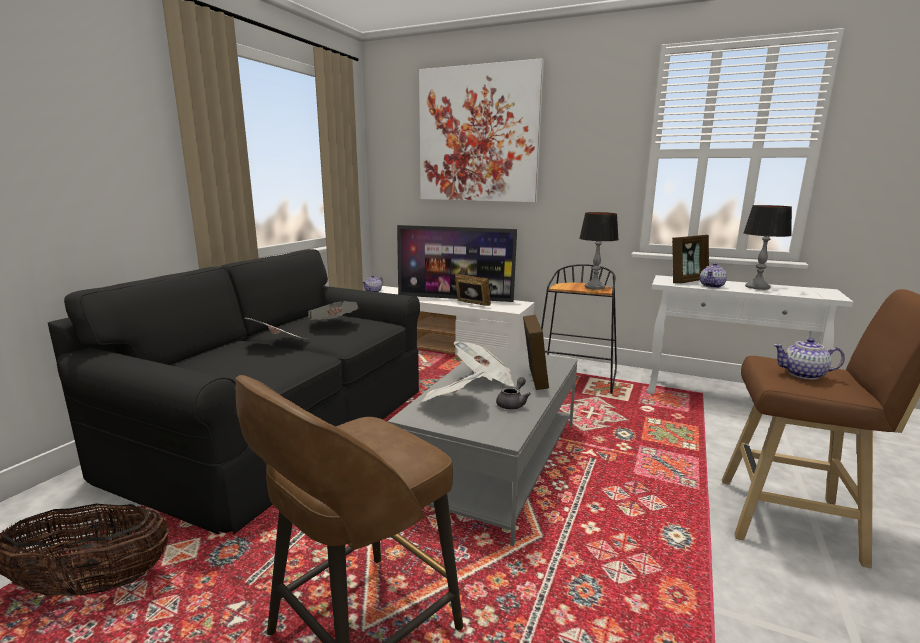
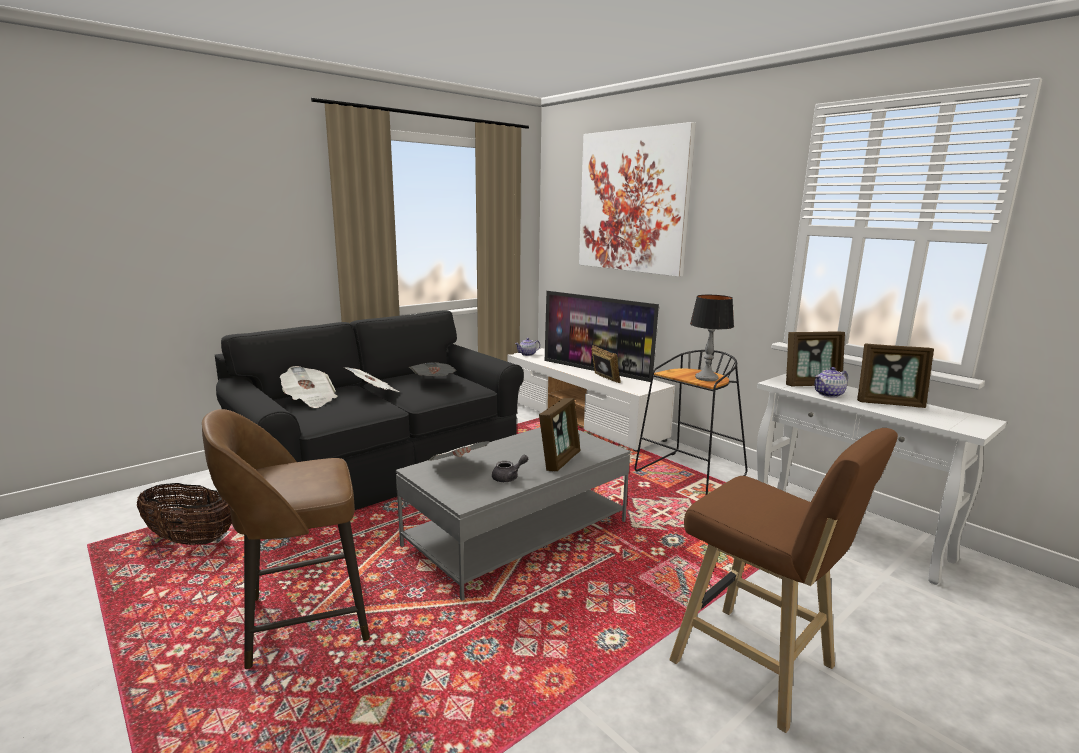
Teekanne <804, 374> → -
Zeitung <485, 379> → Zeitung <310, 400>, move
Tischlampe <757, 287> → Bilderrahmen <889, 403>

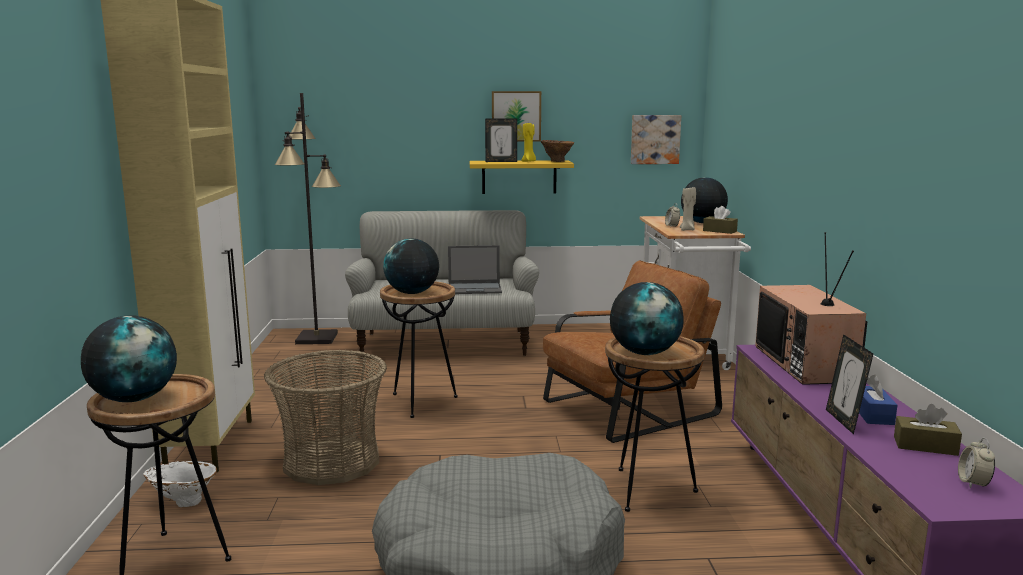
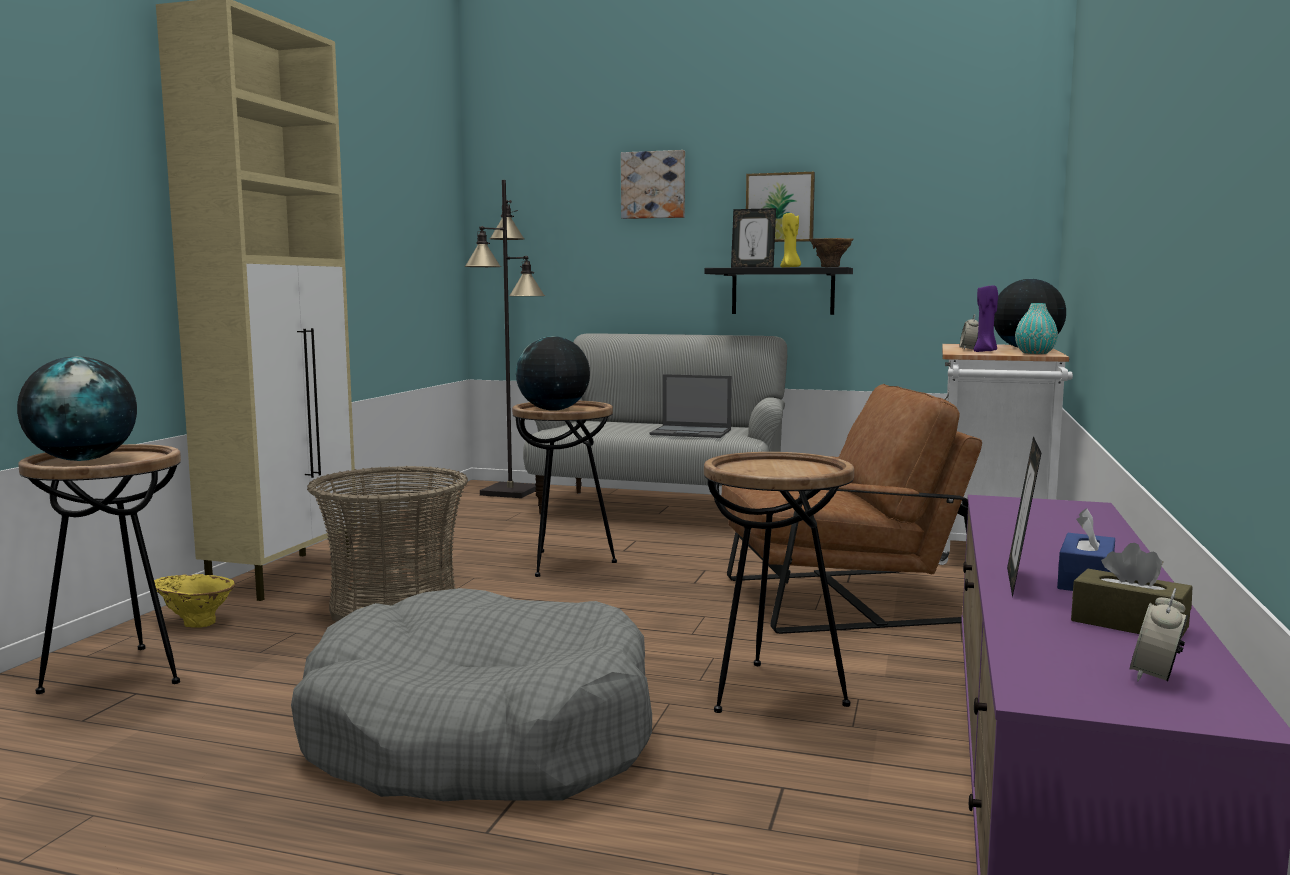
Globus <645, 353> → -
Fernseher <806, 364> → -
Bild <655, 139> → Bild <653, 185>, move
Taschentuchbox (braun) <719, 231> → Vase (türkis) <1035, 353>
Vase (weiß) <183, 501> → Vase (gelb) <196, 622>
Wandregal (gelb) <519, 177> → Wandregal (schwarz) <782, 291>
Kerze (beige) <687, 230> → Kerze (lila) <985, 351>

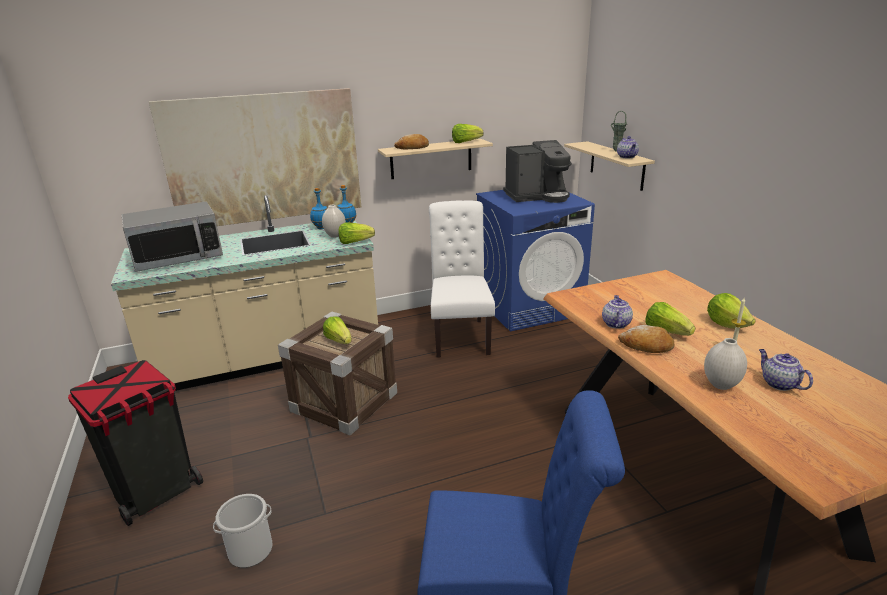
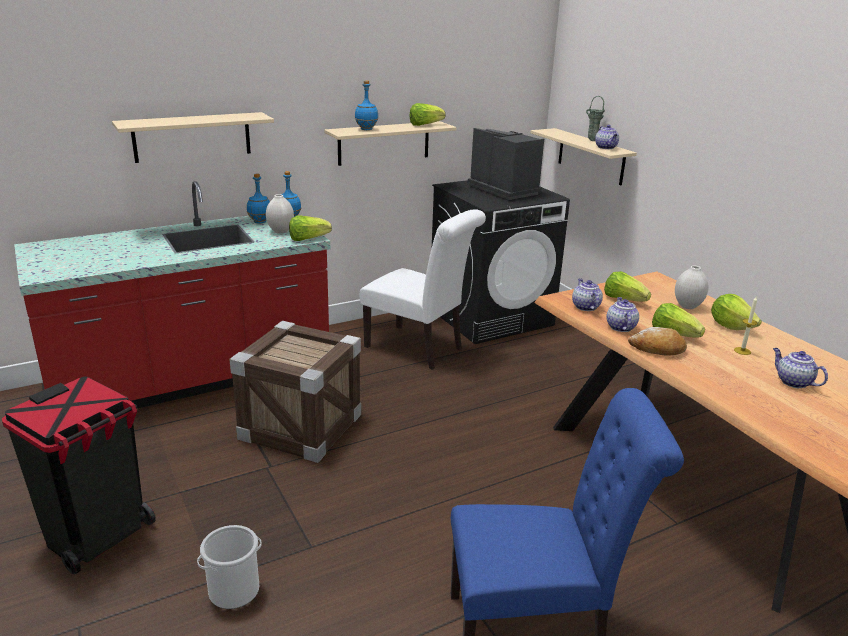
Mikrowelle <178, 257> → -
- → Teekanne <585, 307>
Salatkopf <339, 340> → Salatkopf <623, 299>, move
Vase (weiß) <721, 385> → Vase (weiß) <688, 306>, move
Bild <264, 158> → Wandregal (beige) <192, 137>
Brot <412, 148> → Flasche (blau) <366, 129>
Küchenzeile (beige) <269, 357> → Küchenzeile (rot) <193, 379>
Waschmaschine (blau) <529, 306> → Waschmaschine (schwarz) <491, 316>
Stuhl (weiß) <460, 335> → Stuhl (weiß) <419, 349>, 135 degrees clockwise
Kaffeemaschine <537, 196> → Kaffeemaschine <504, 189>, 105 degrees counterclockwise

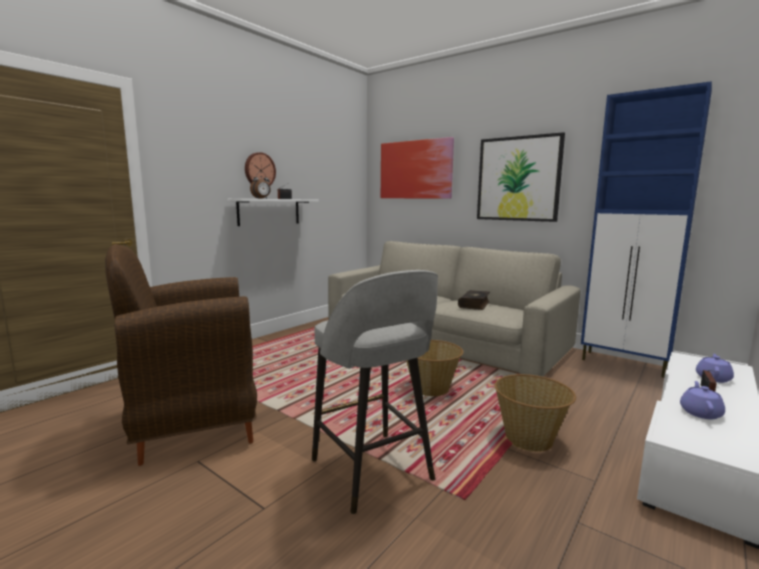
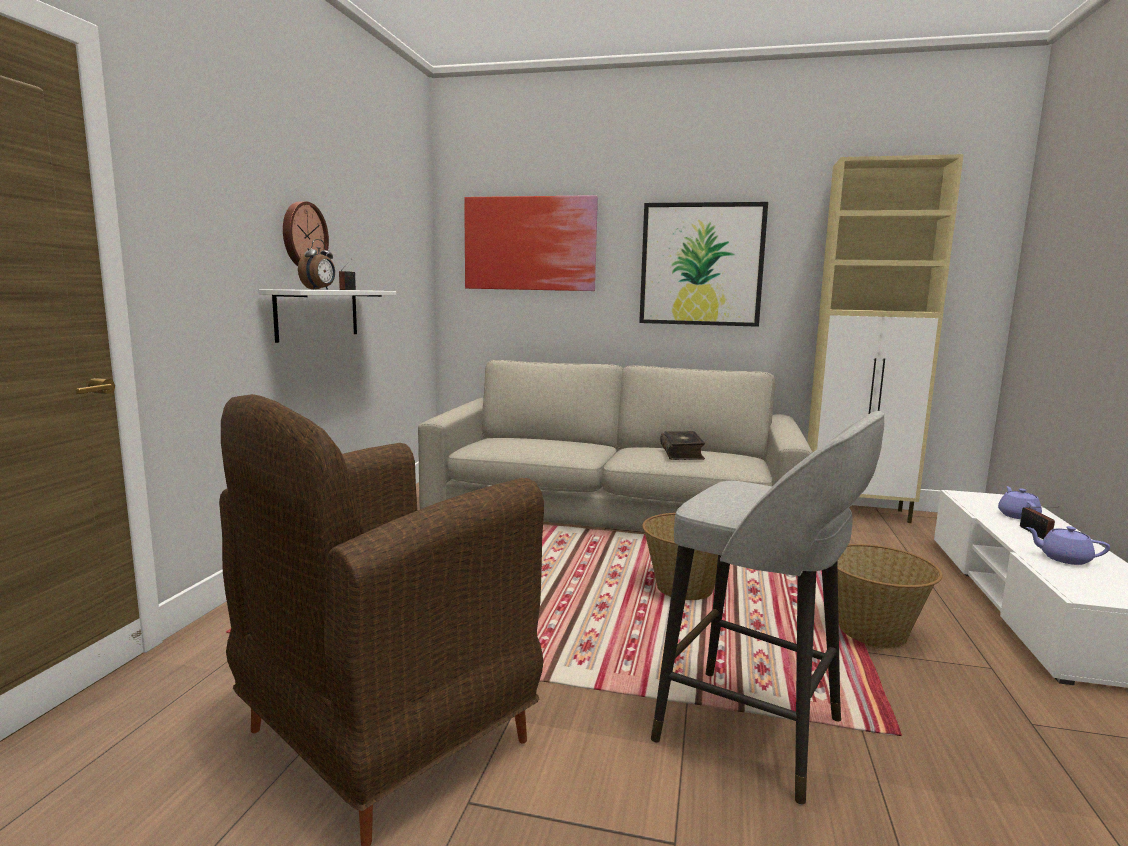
Schrank (blau) <624, 364> → Schrank (beige) <857, 512>
Teekanne (lila) <700, 412> → Teekanne (lila) <1063, 559>, 60 degrees counterclockwise

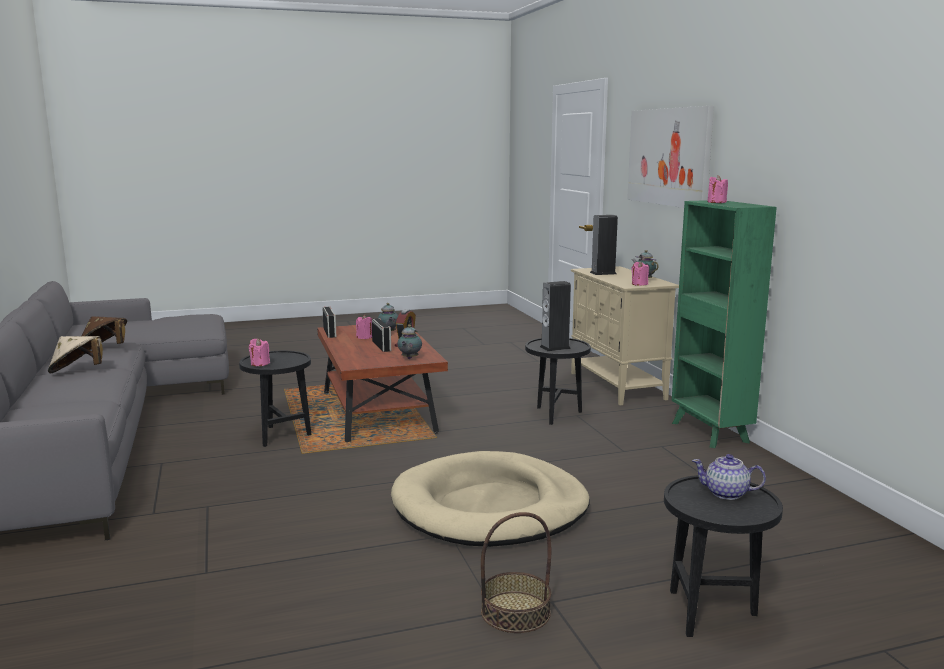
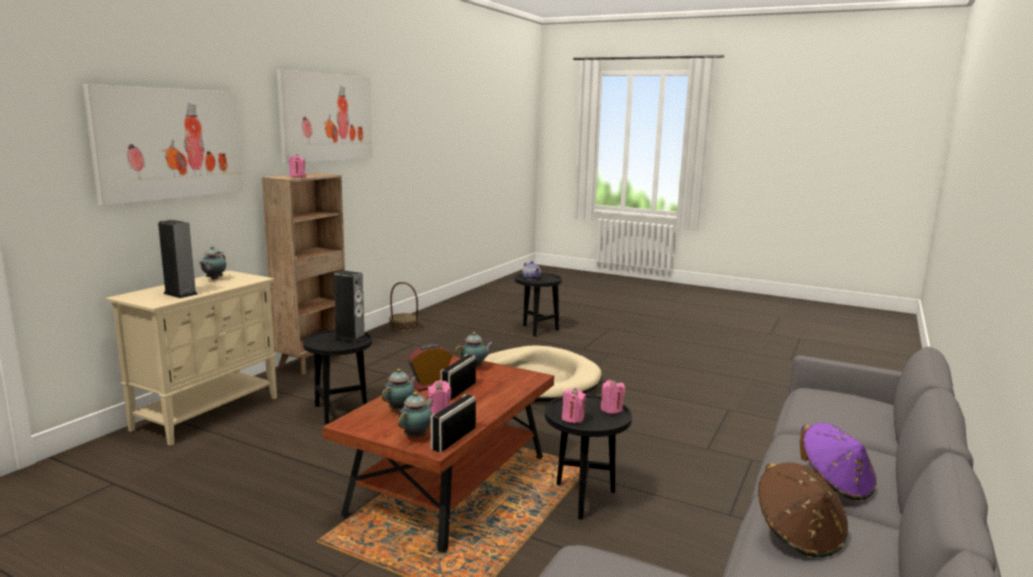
- → Bild <327, 117>
- → Teekanne <417, 436>
Korb <515, 612> → Korb <404, 327>, move
Kerze (rosa) <639, 284> → Kerze (rosa) <572, 418>, move
Hut (beige) <77, 371> → Hut (lila) <835, 484>
Bücherregal (grün) <710, 433> → Bücherregal (braun) <313, 361>

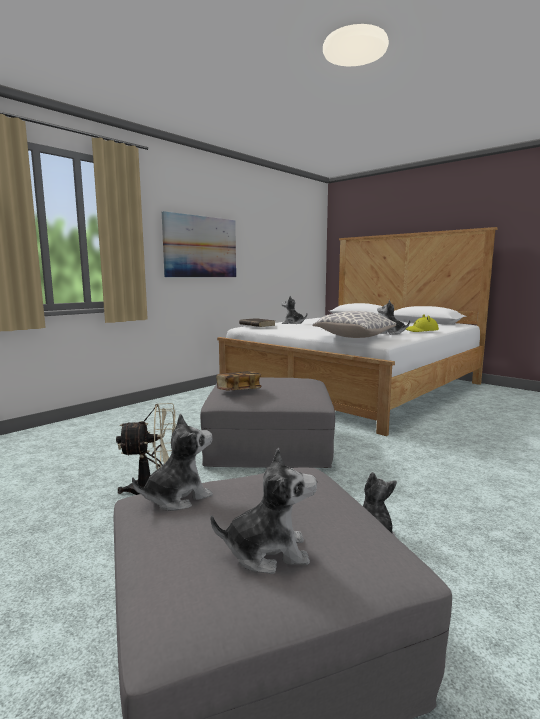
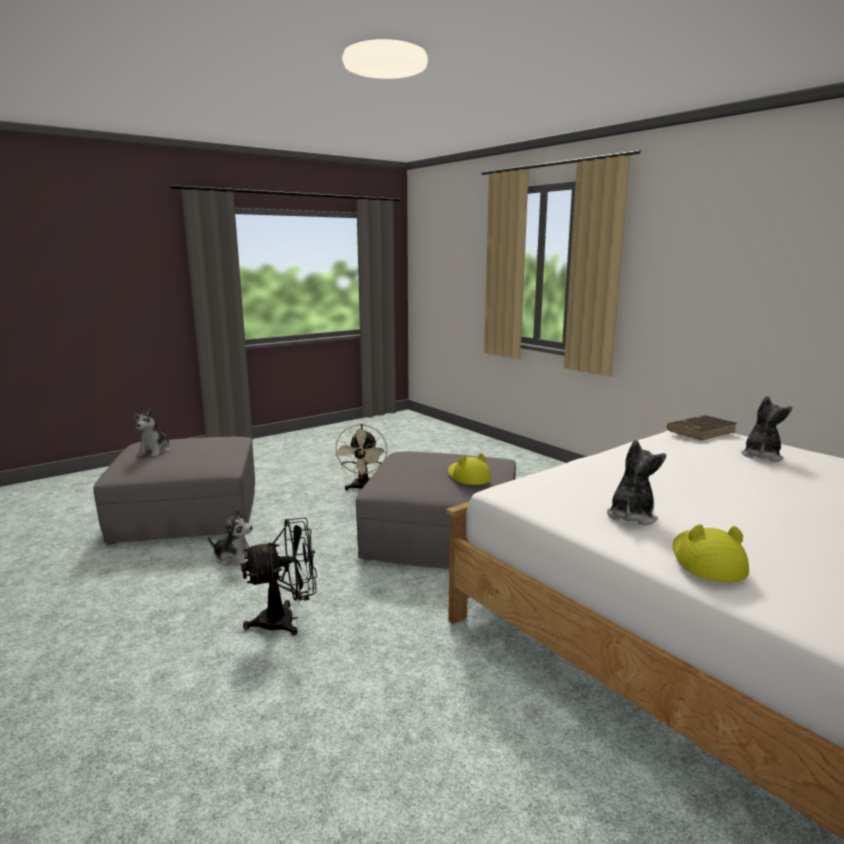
Plüschtier <177, 497> → -
Bild <200, 247> → -
Buch <238, 391> → -
Kissen <354, 337> → -
- → Ventilator (schwarz) <286, 620>
- → Hut (gelb) <468, 477>

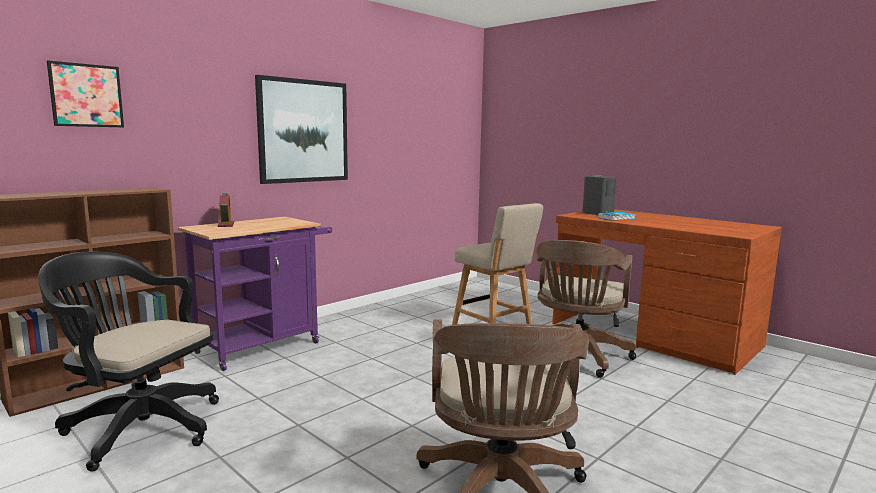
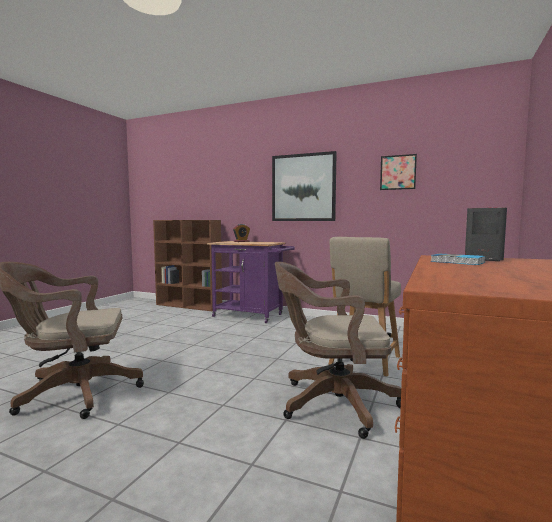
Bürostuhl (schwarz) <138, 427> → -
Bild <86, 95> → Bild <398, 172>, move

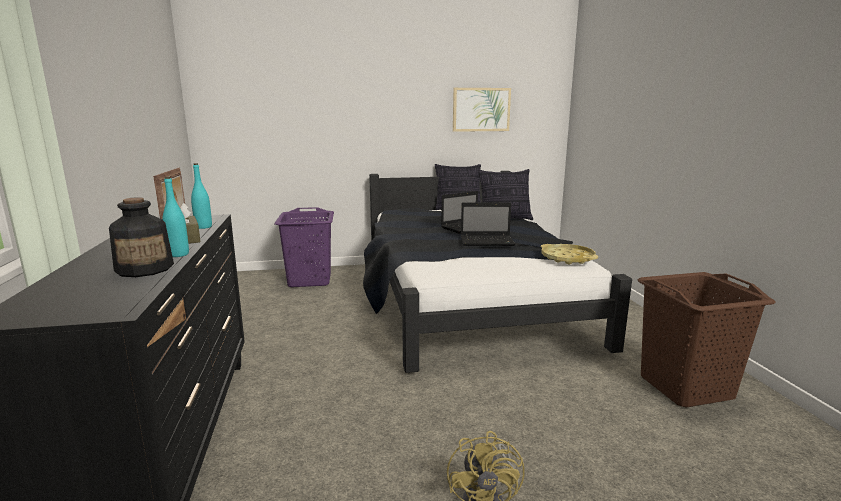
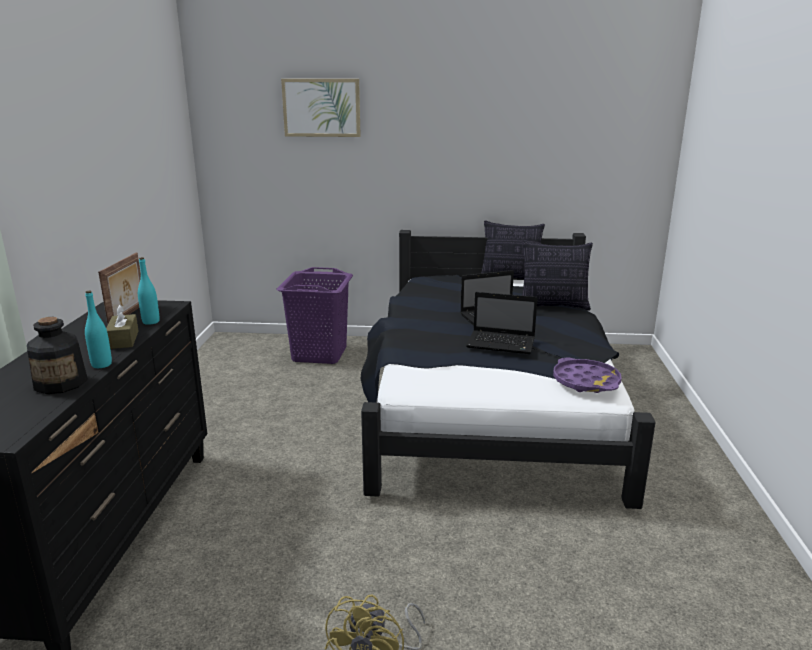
Wäschekorb (braun) <686, 387> → -
Bild <481, 109> → Bild <321, 107>, move
Tablett (gelb) <567, 258> → Tablett (lila) <586, 381>

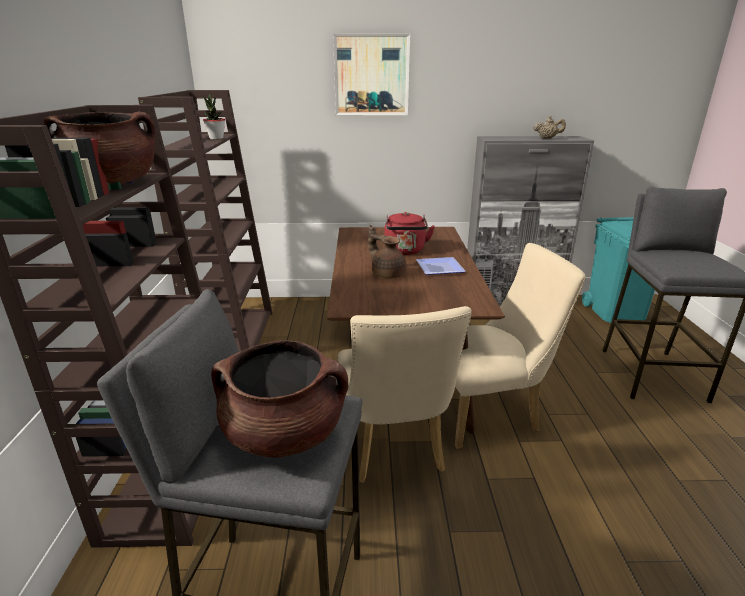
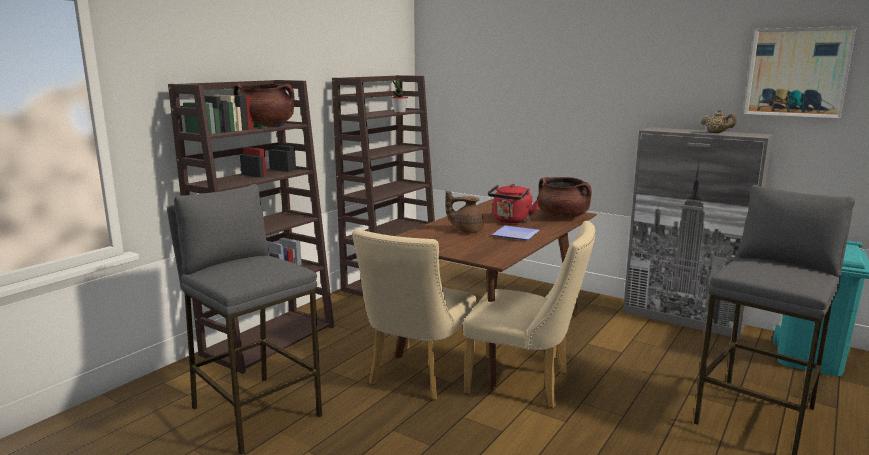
Kochtopf (braun) <285, 434> → Kochtopf (braun) <562, 217>, move
Bild <371, 75> → Bild <797, 72>, move
Teekanne (braun) <387, 274> → Teekanne (braun) <466, 230>, 75 degrees counterclockwise

